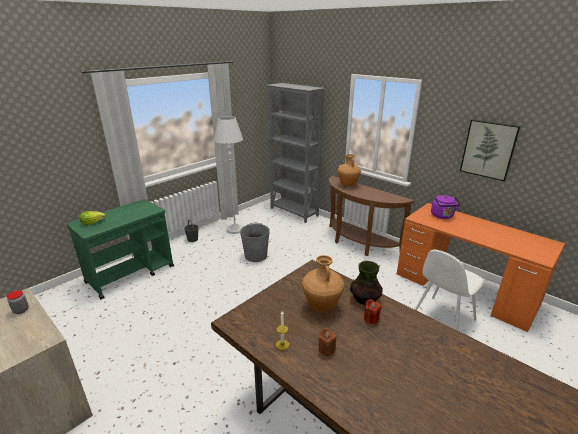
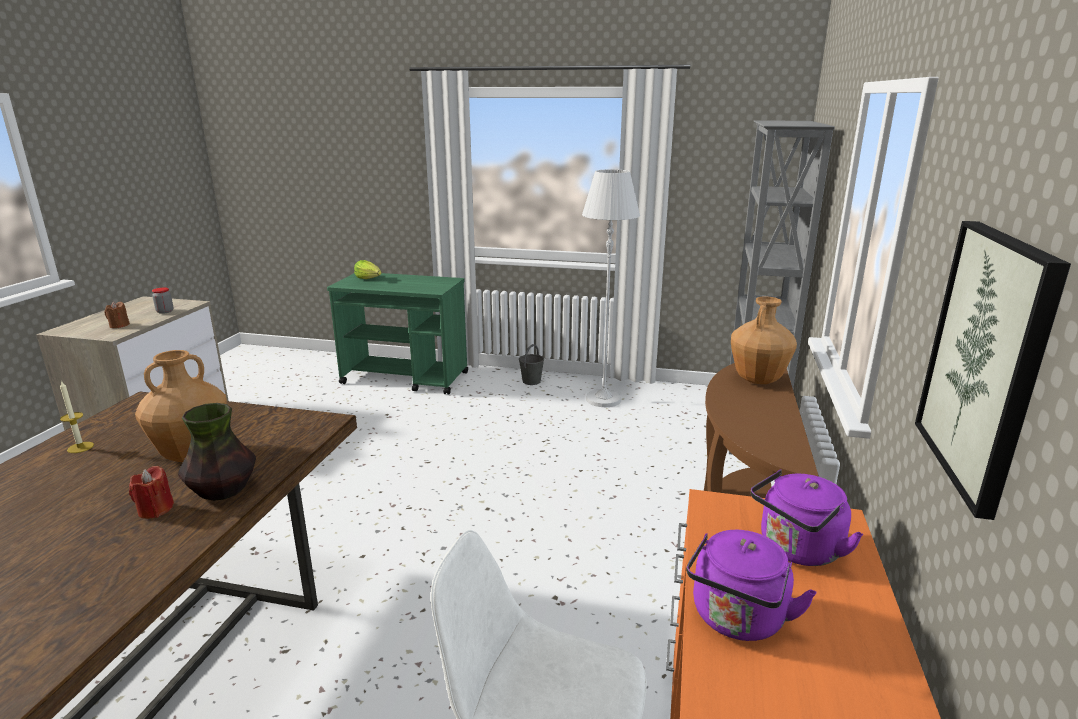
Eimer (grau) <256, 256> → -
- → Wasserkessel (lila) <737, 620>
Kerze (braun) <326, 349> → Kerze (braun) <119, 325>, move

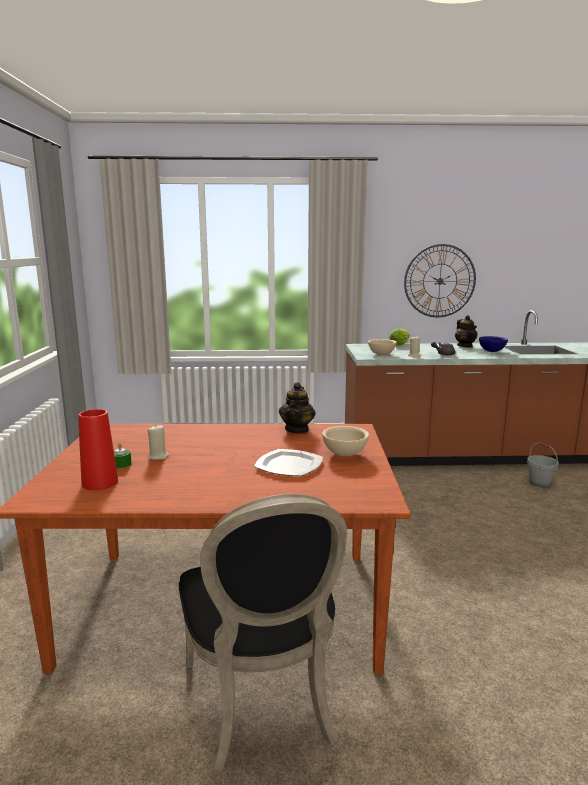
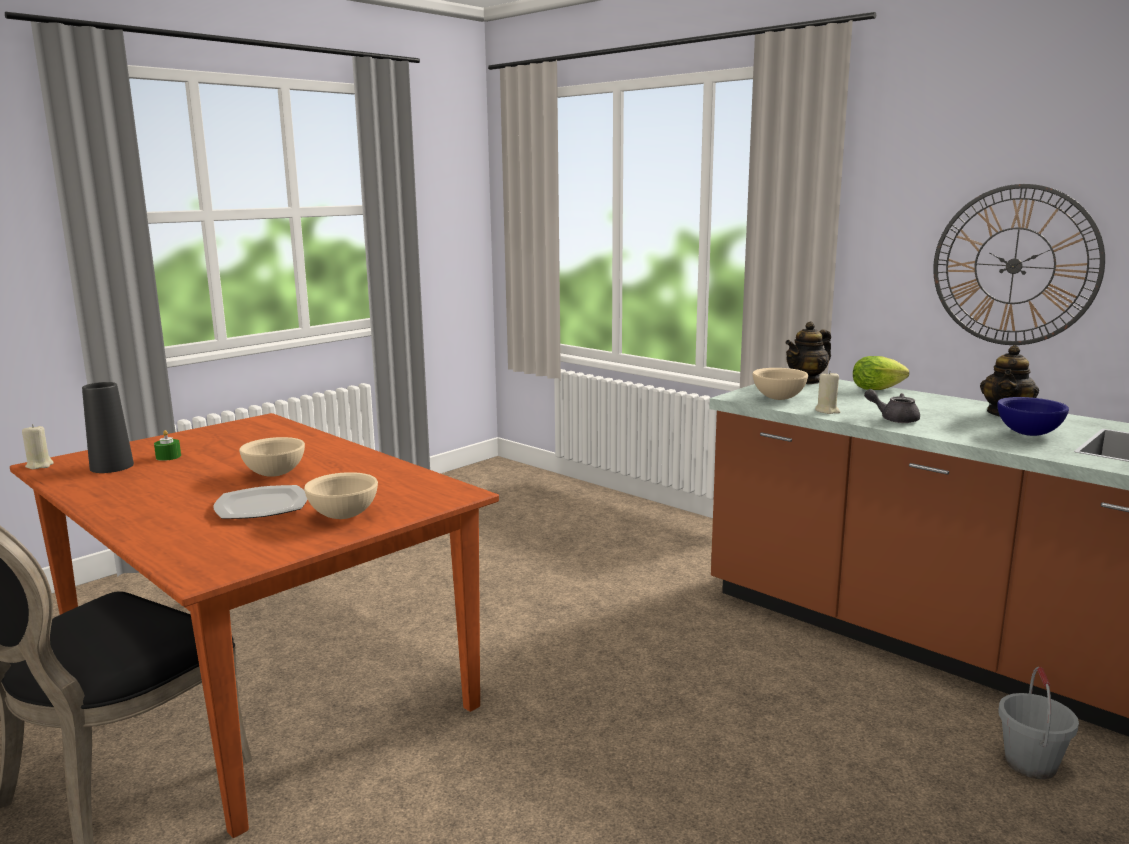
- → Schüssel (beige) <275, 474>
Kerze (beige) <158, 456> → Kerze (beige) <40, 465>, move
Teekanne <297, 429> → Teekanne <807, 381>, move
Vase (rot) <100, 482> → Vase (schwarz) <112, 466>

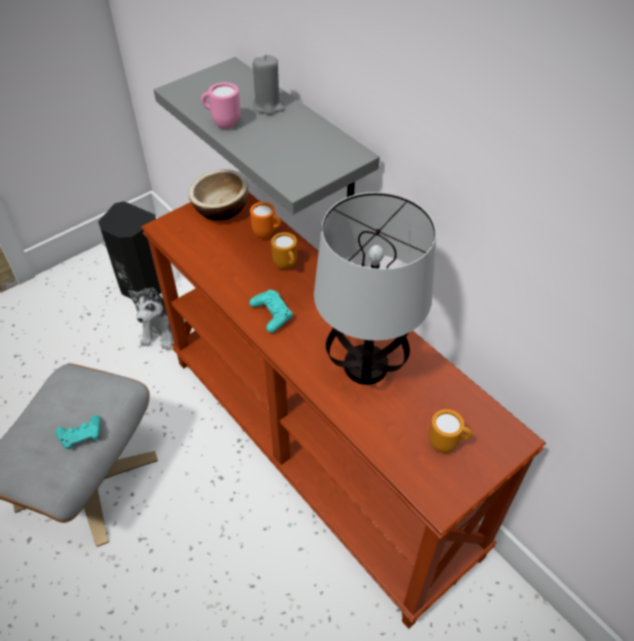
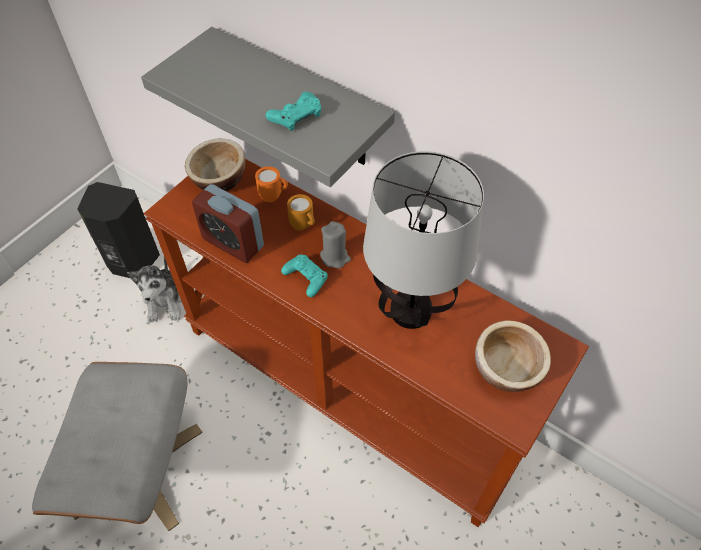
Henkelbecher (rosa) <222, 123> → -
- → Wecker <233, 243>
Gamepad (türkis) <81, 435> → Gamepad (türkis) <296, 116>, move
Kerze (grau) <268, 106> → Kerze (grau) <335, 257>, move
Henkelbecher (orange) <447, 444> → Schüssel <506, 368>

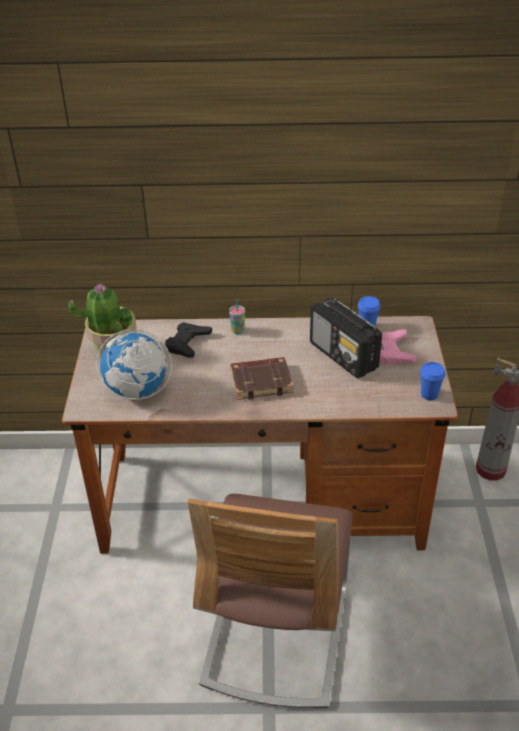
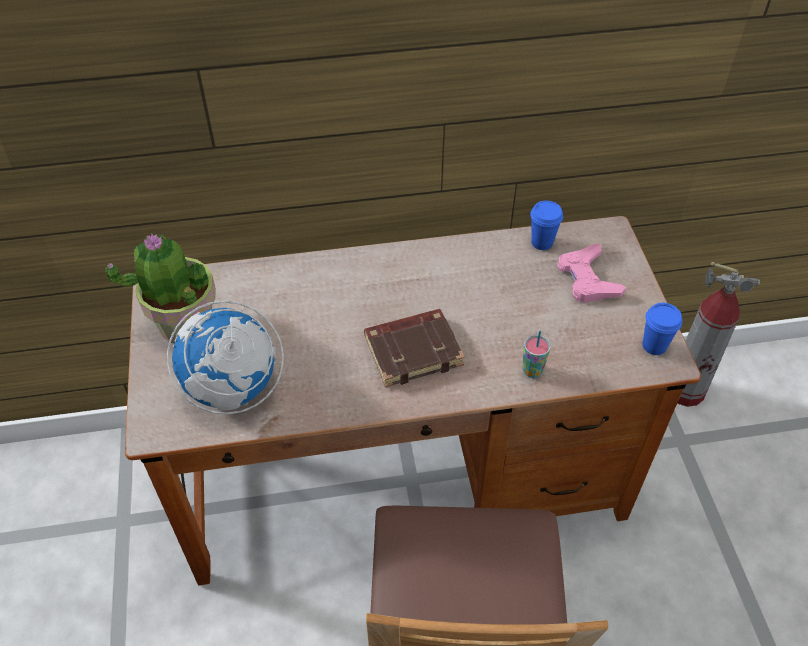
Gamepad (schwarz) <187, 343> → -
Radio <344, 356> → -
Tasse <238, 331> → Tasse <532, 371>, move

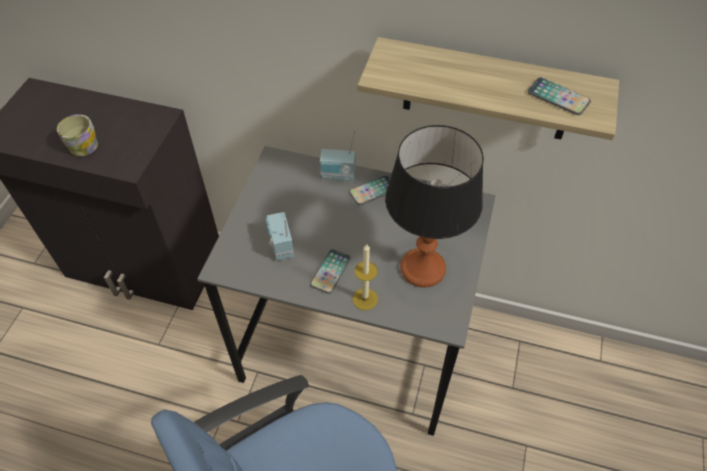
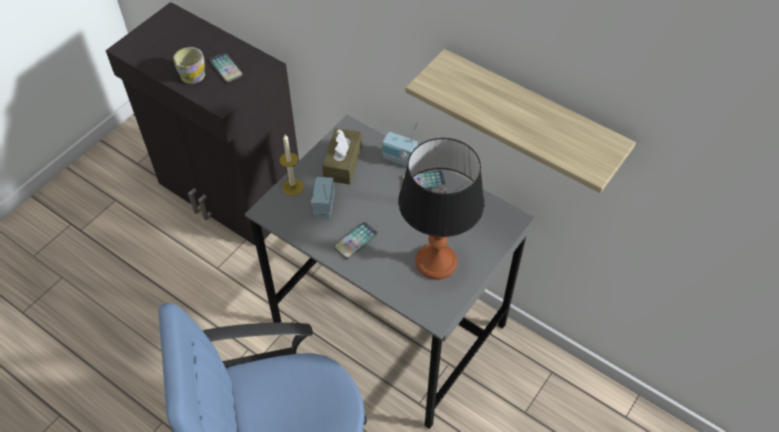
- → Taschentuchbox (braun) <343, 163>
Kerze <365, 299> → Kerze <293, 187>, move
Handy <558, 97> → Handy <226, 68>, move

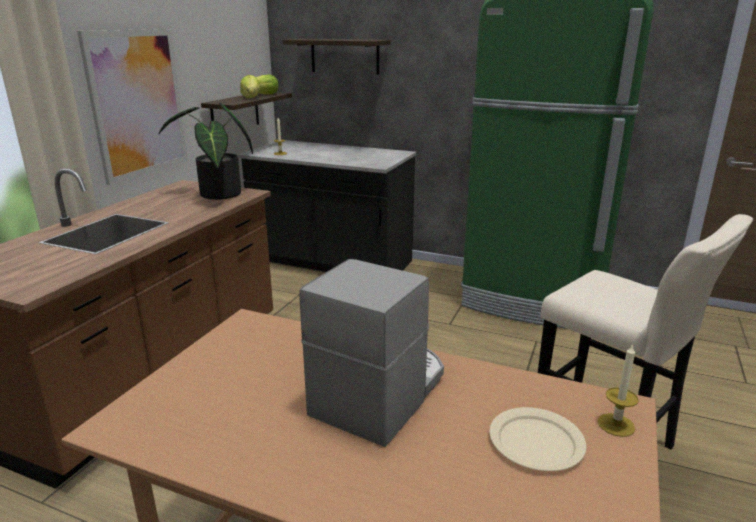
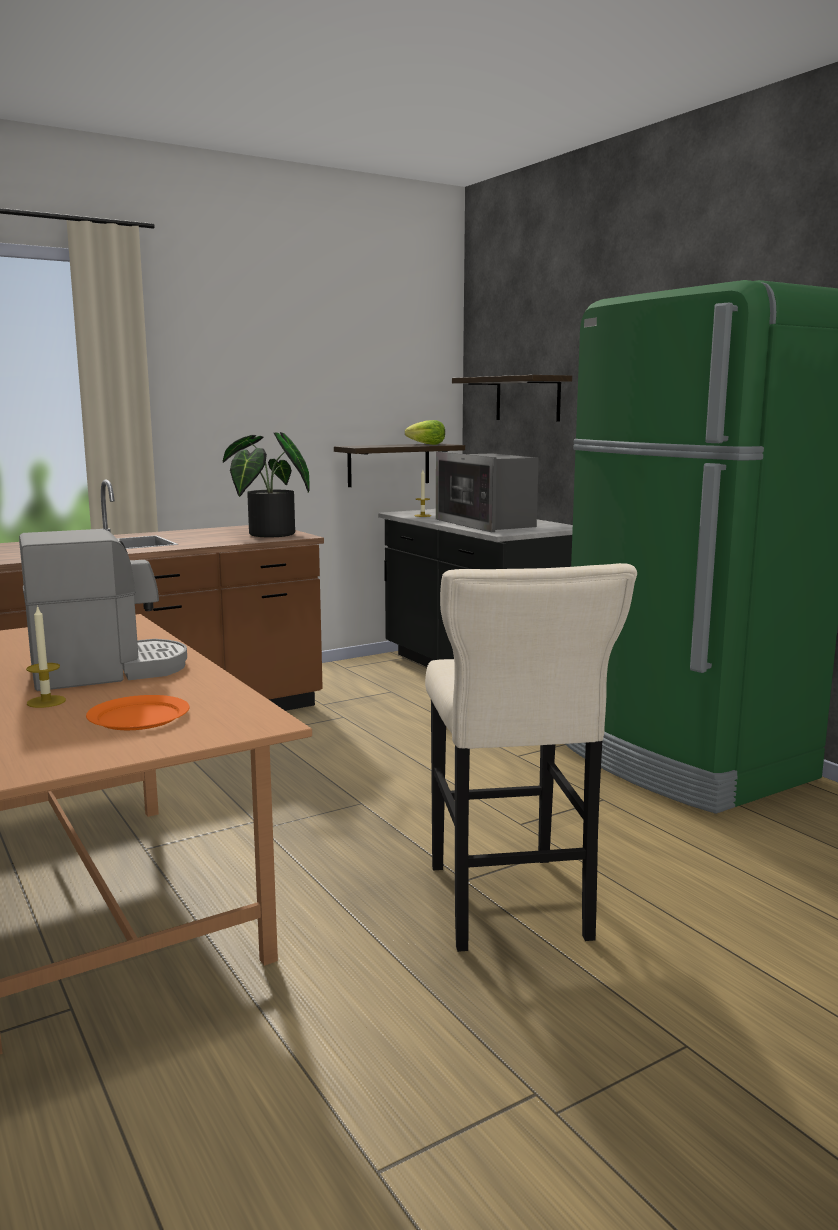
Bild <138, 104> → -
Salatkopf <251, 98> → -
- → Mikrowelle <487, 523>
Kerze <616, 425> → Kerze <46, 701>, move
Teller (beige) <535, 442> → Teller (orange) <138, 717>

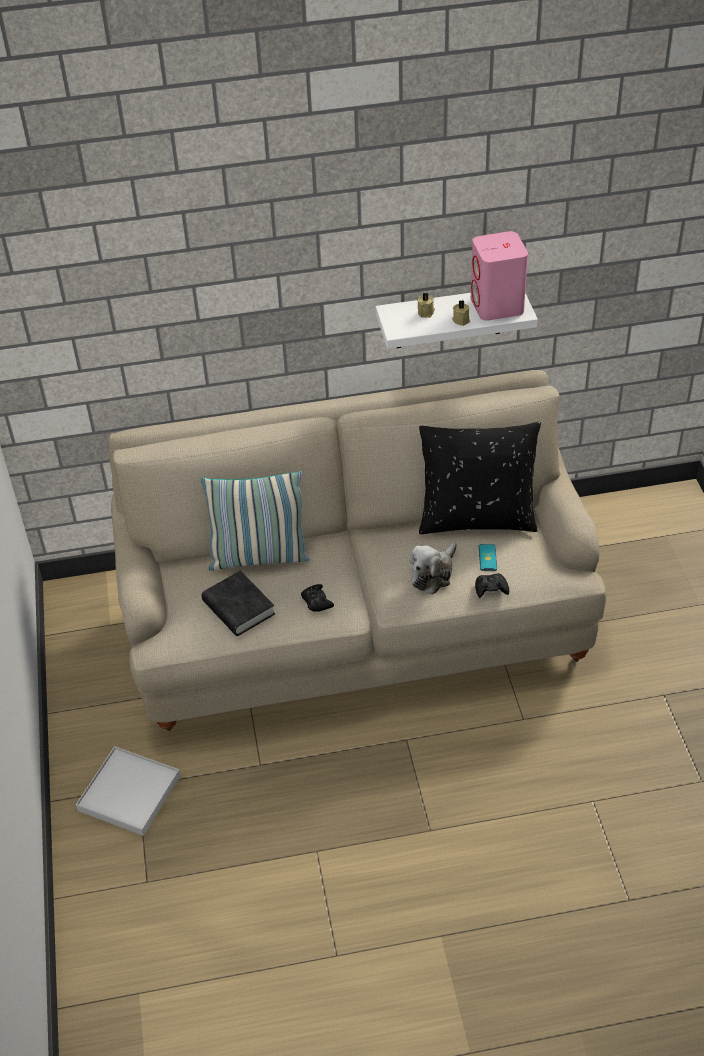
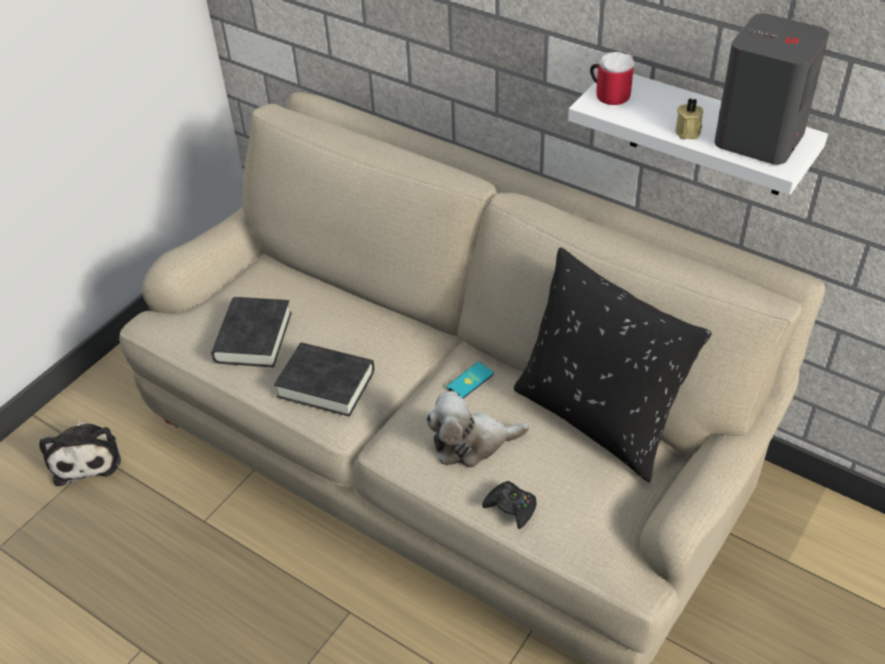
Kissen <259, 557> → -
Kerze (beige) <426, 312> → -
- → Henkelbecher <609, 94>
Handy <487, 558> → Handy <470, 381>, move
Tablett (weiß) <129, 793> → Plüschtier <87, 457>
Gamepad (schwarz) <316, 601> → Buch (schwarz) <326, 384>
Lautsprecher (rosa) <497, 306> → Lautsprecher (grau) <758, 139>

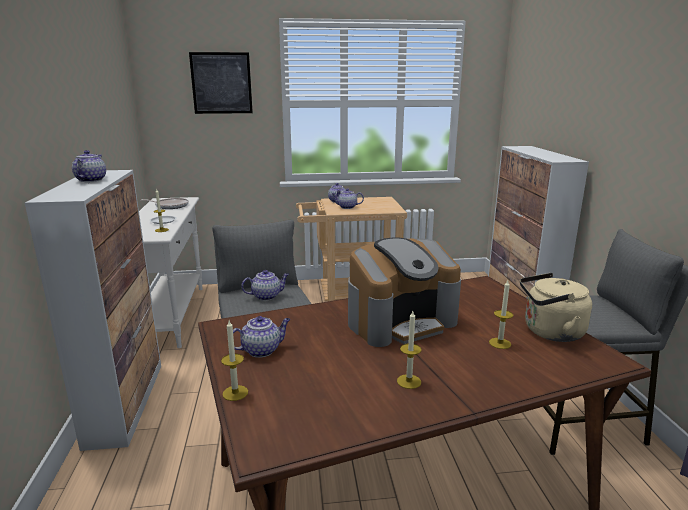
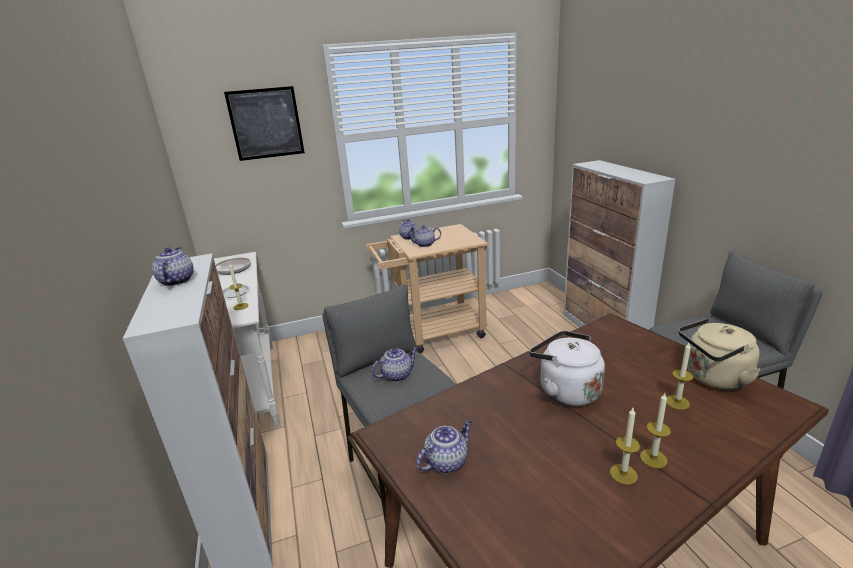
Kerze <235, 393> → Kerze <653, 458>, move
Kaffeemaschine <401, 321> → Wasserkessel (weiß) <565, 390>

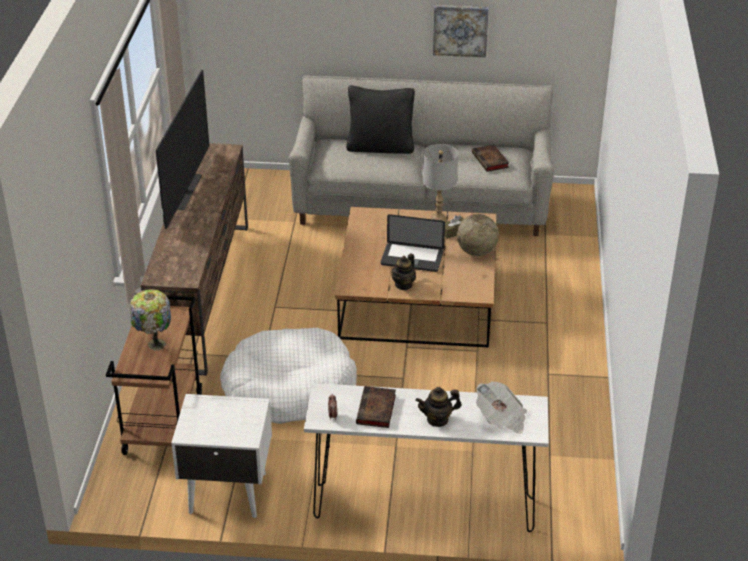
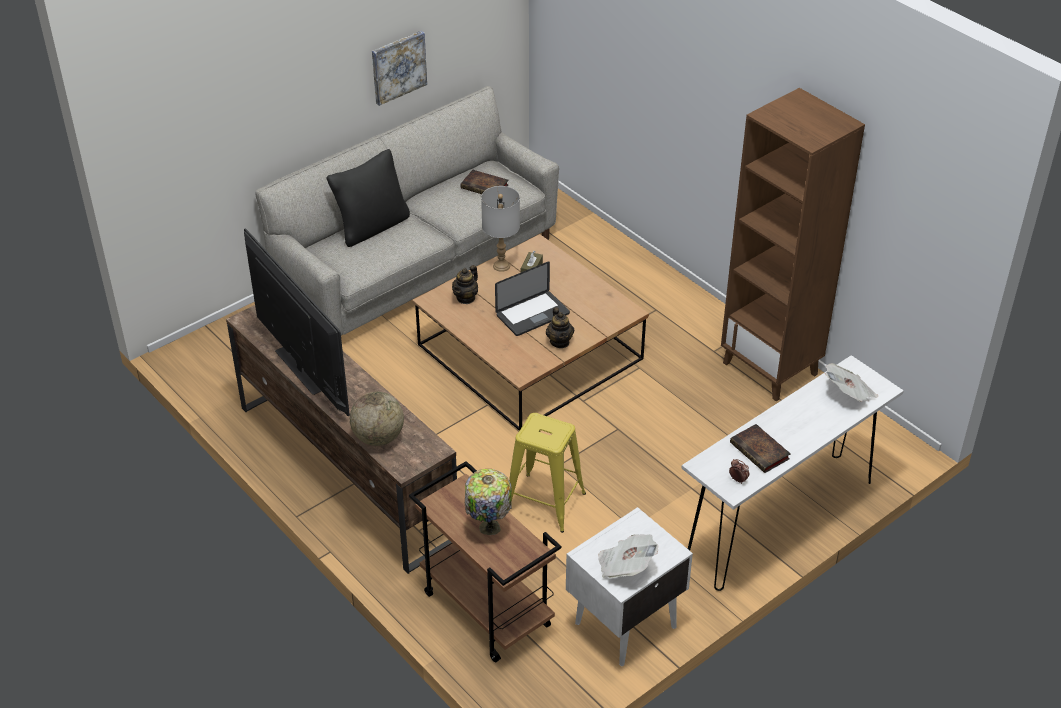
- → Zeitung <625, 566>
- → Bücherregal (braun) <771, 368>
Teekanne <437, 419> → Teekanne <466, 298>, move
Globus <476, 251> → Globus <378, 437>, move
Hundebett (weiß) <289, 389> → Hocker (gelb) <544, 502>

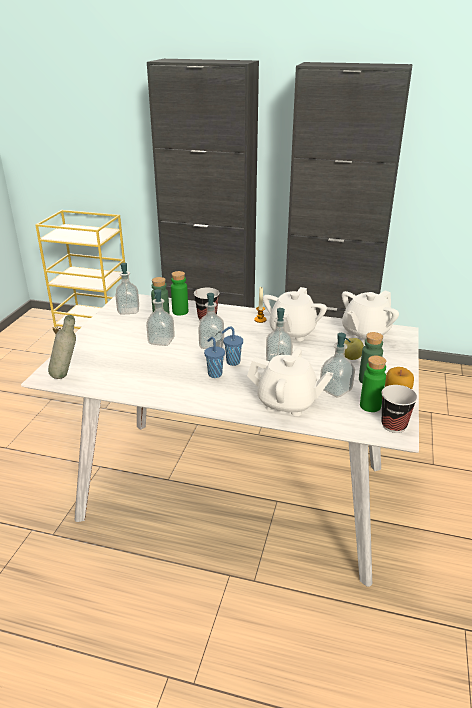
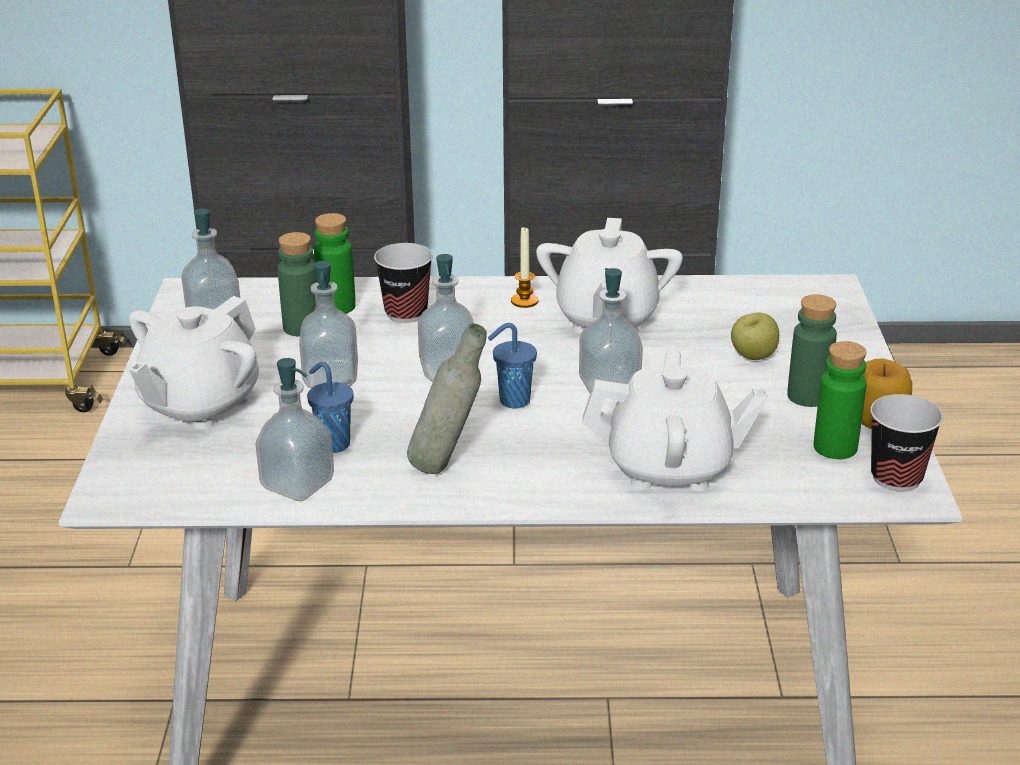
Flasche (grau) <67, 377> → Flasche (grau) <448, 467>, move
Tasse (blau) <214, 374> → Tasse (blau) <332, 444>, move
Seifenspender <335, 389> → Seifenspender <297, 484>, move
Teekanne (weiß) <365, 333> → Teekanne (weiß) <199, 405>, move

